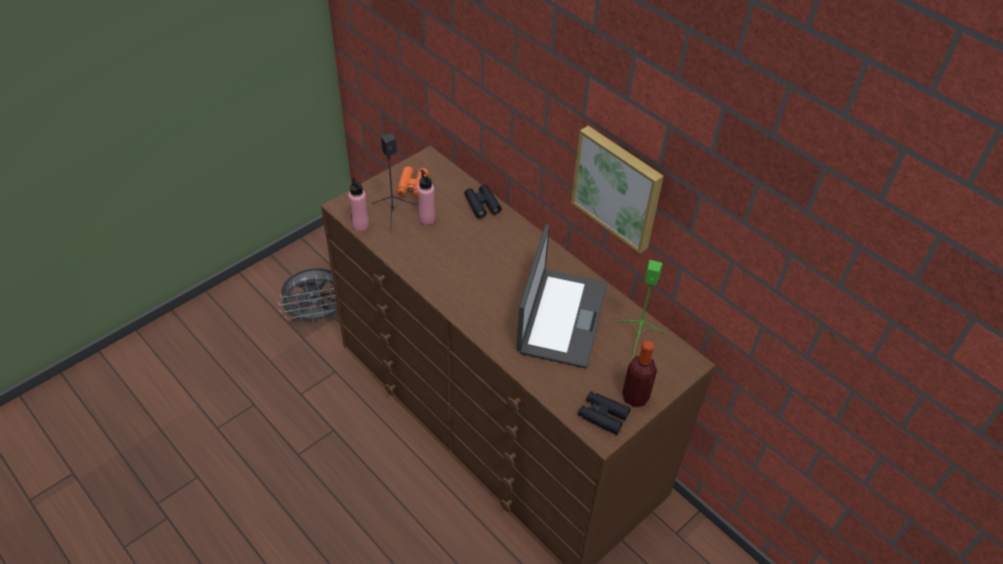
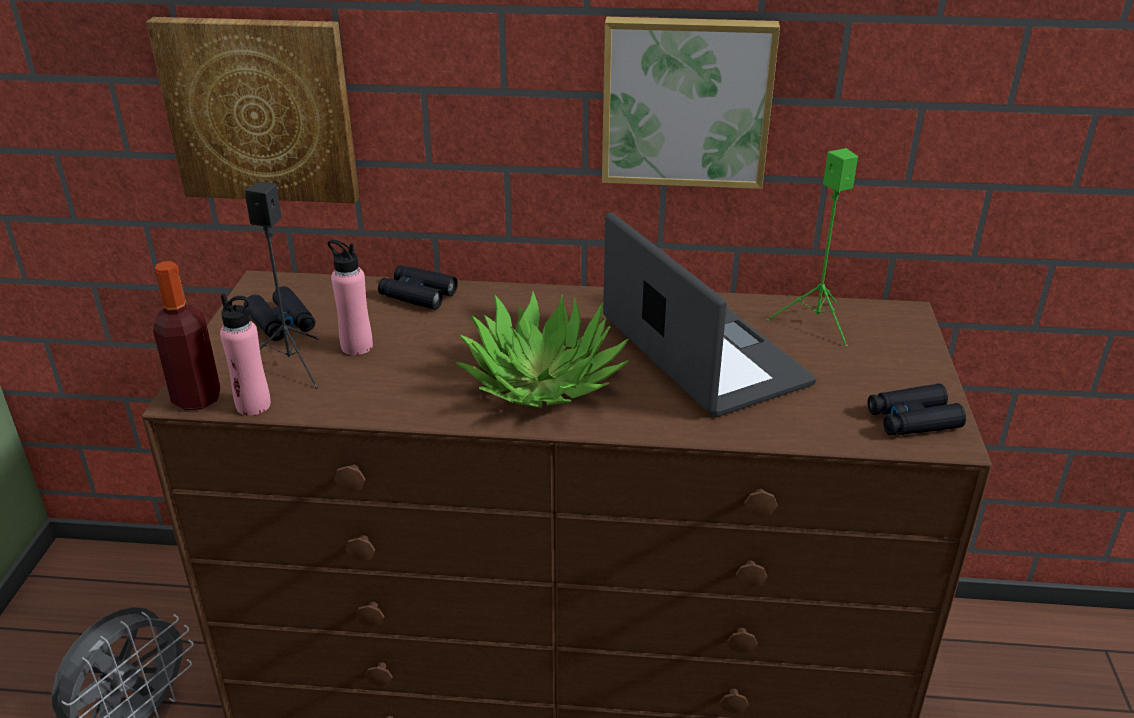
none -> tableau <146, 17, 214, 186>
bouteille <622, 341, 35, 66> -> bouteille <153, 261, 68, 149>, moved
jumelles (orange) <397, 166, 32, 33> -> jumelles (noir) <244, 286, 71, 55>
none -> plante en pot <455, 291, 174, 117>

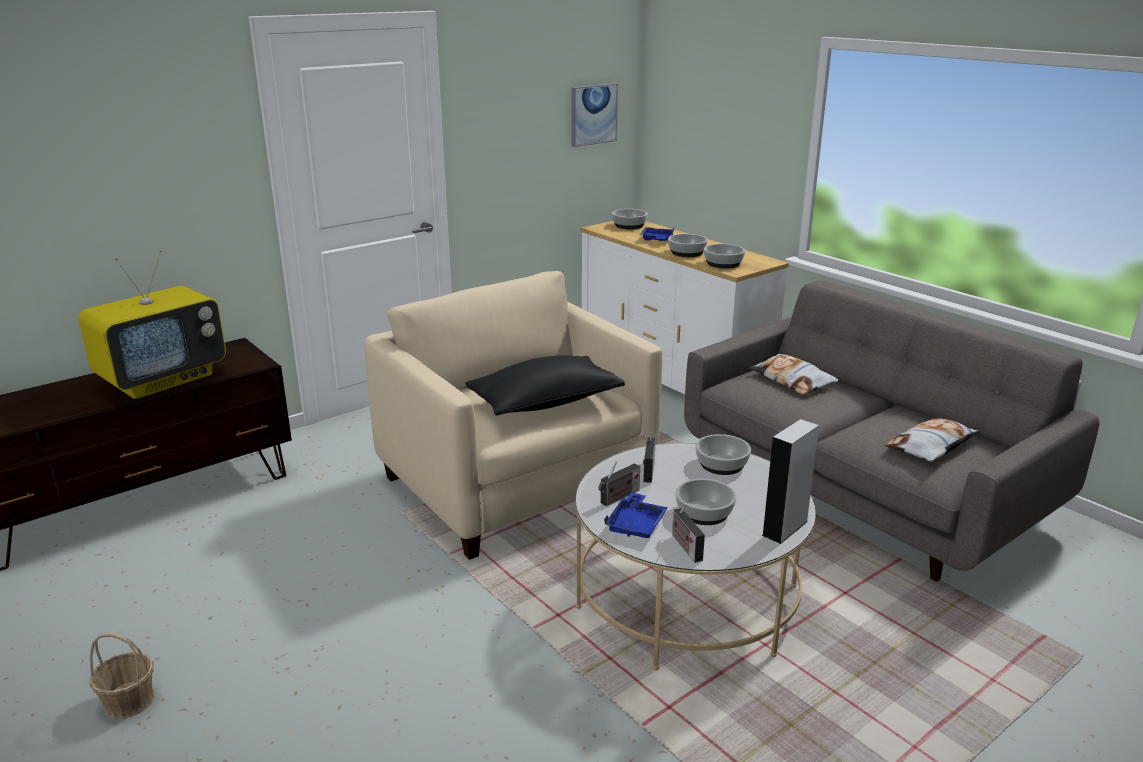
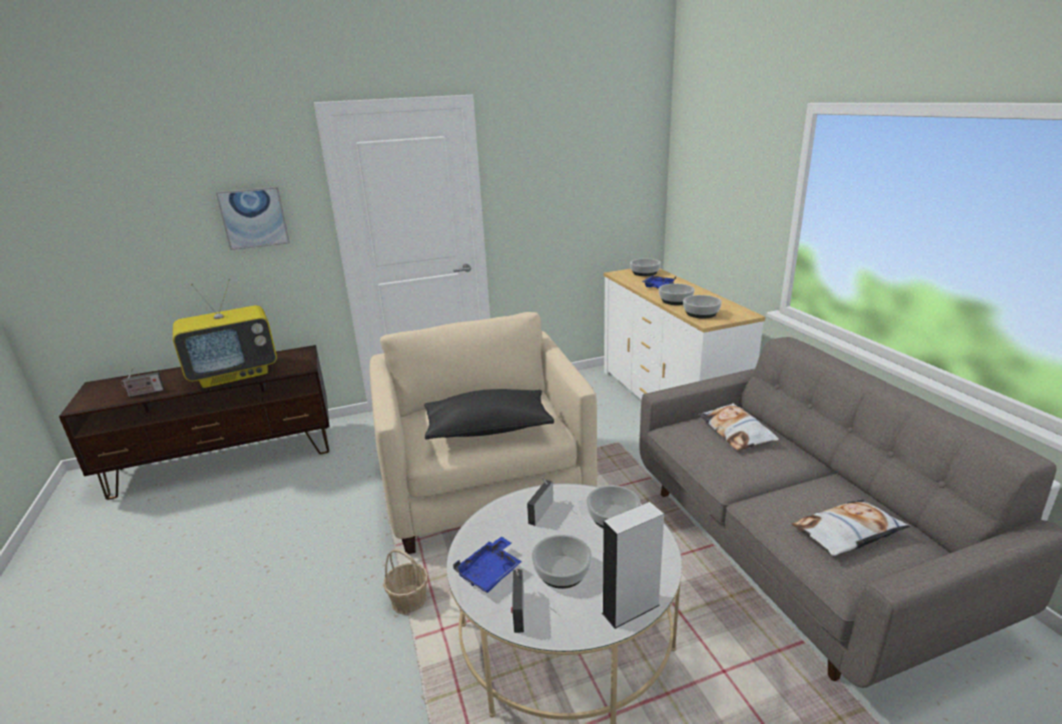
radio <599, 461, 41, 45> -> radio <120, 368, 44, 29>, moved
tableau <571, 83, 47, 64> -> tableau <216, 187, 74, 63>, moved
panier <89, 632, 66, 87> -> panier <383, 549, 45, 66>, moved

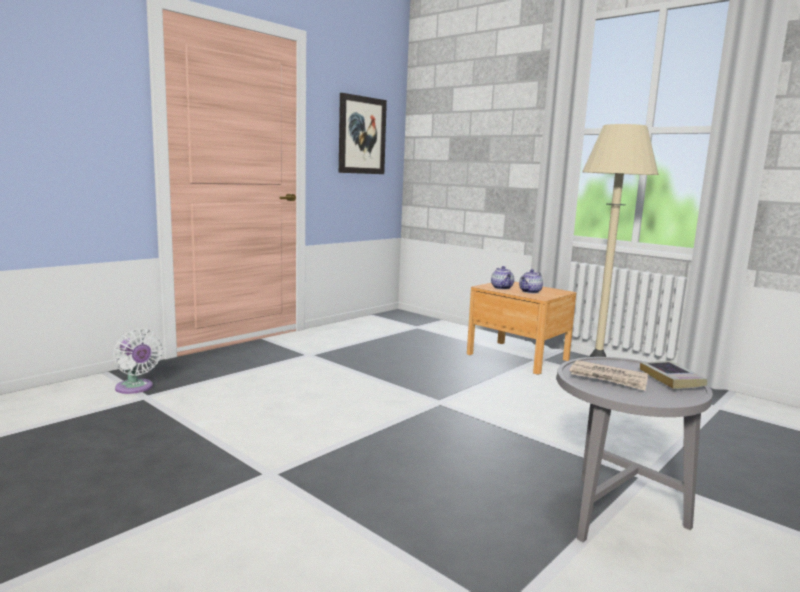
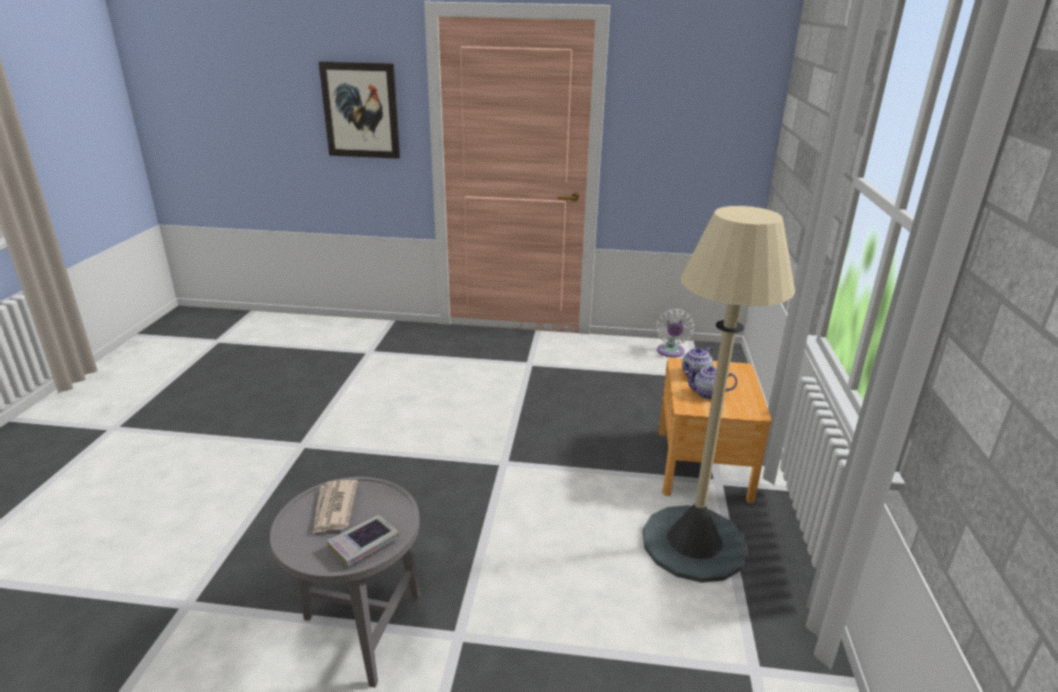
tableau <339, 93, 48, 81> -> tableau <319, 61, 81, 98>, moved
ventilateur (blanc) <113, 328, 50, 66> -> ventilateur (blanc) <656, 309, 39, 49>, moved

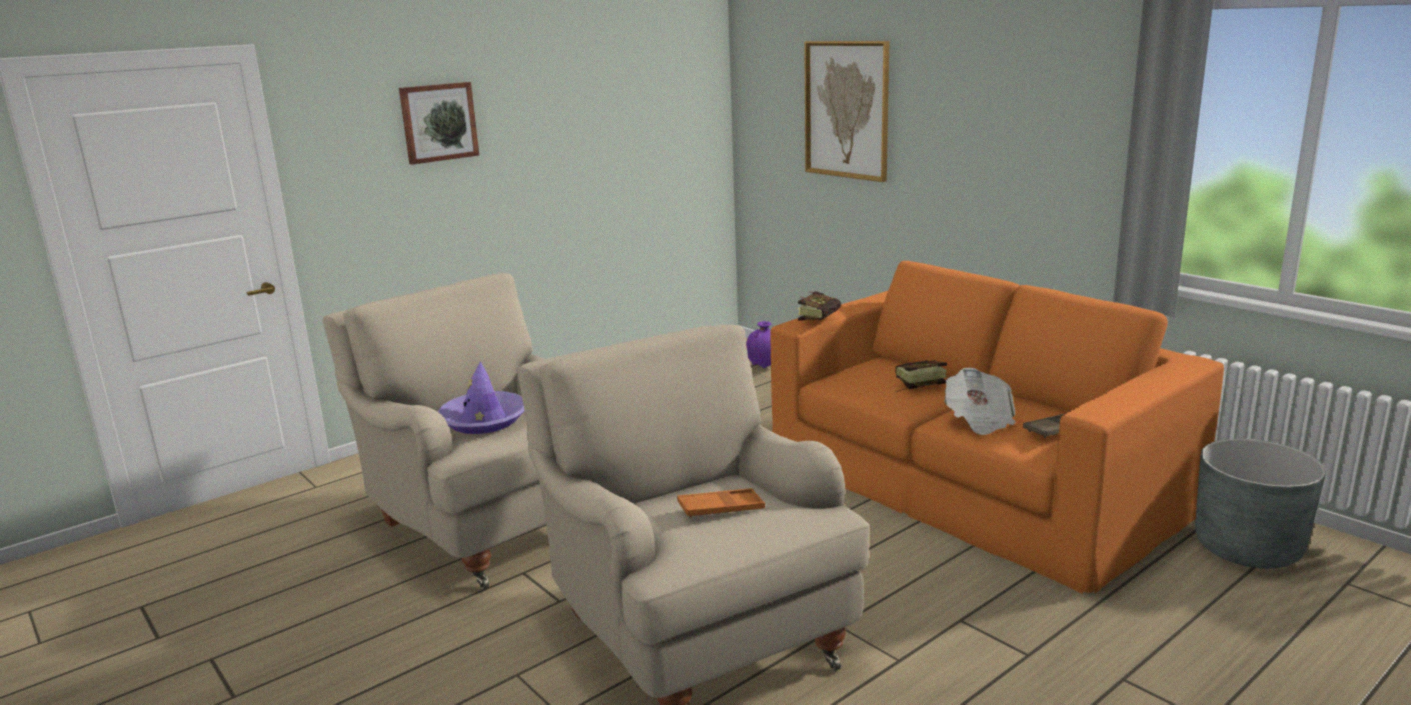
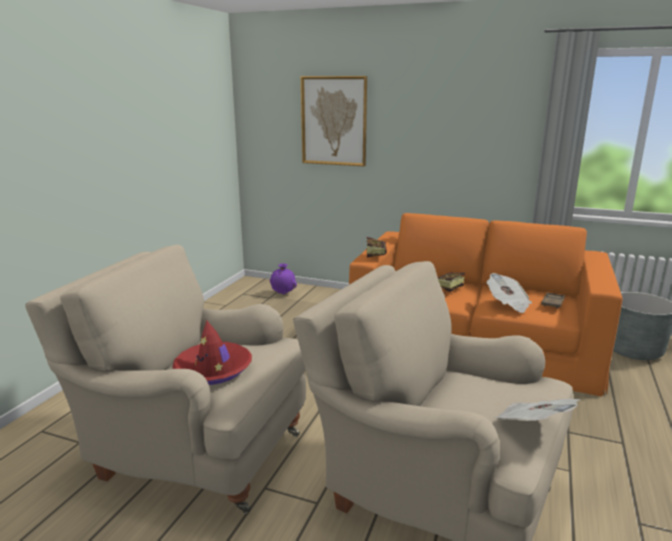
chapeau (violet) <438, 361, 87, 73> -> chapeau (rouge) <172, 320, 80, 65>
none -> journal <494, 399, 86, 22>
tableau <399, 82, 80, 83> -> none
plateau (orange) <677, 488, 88, 30> -> none

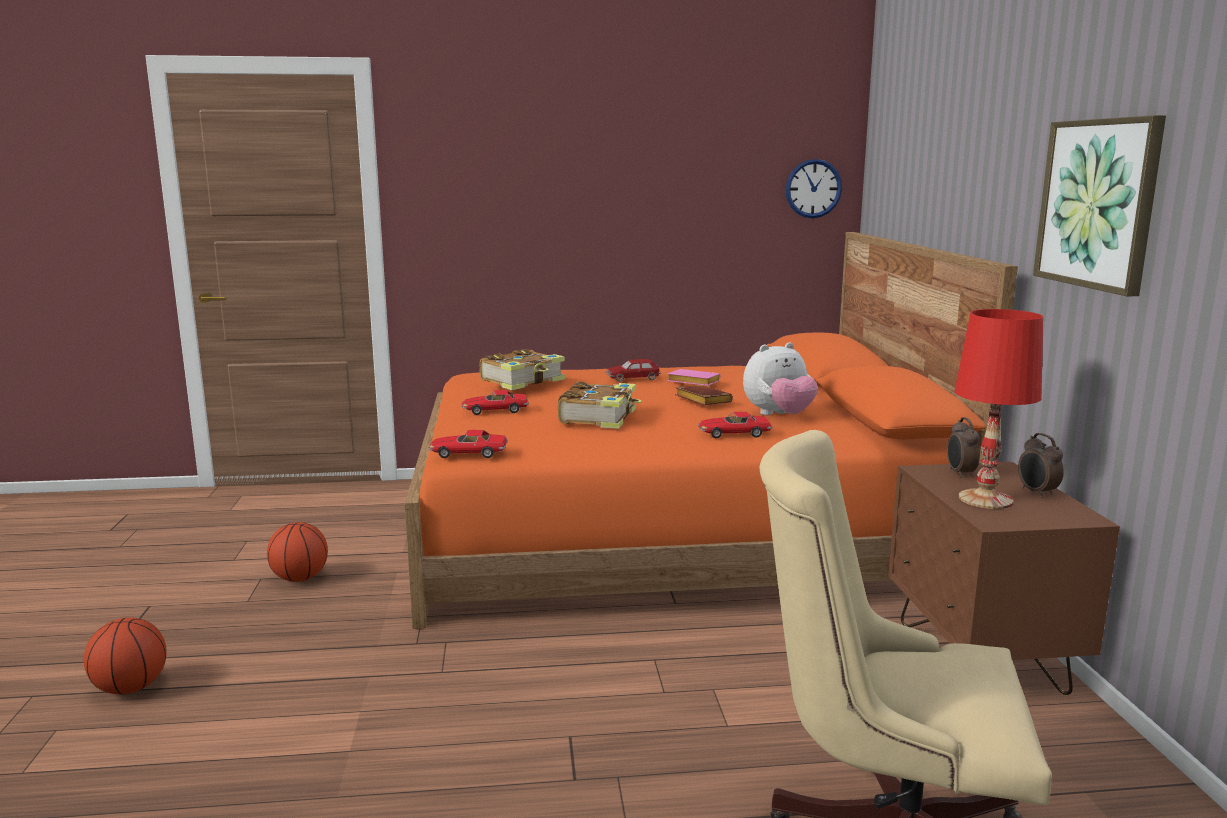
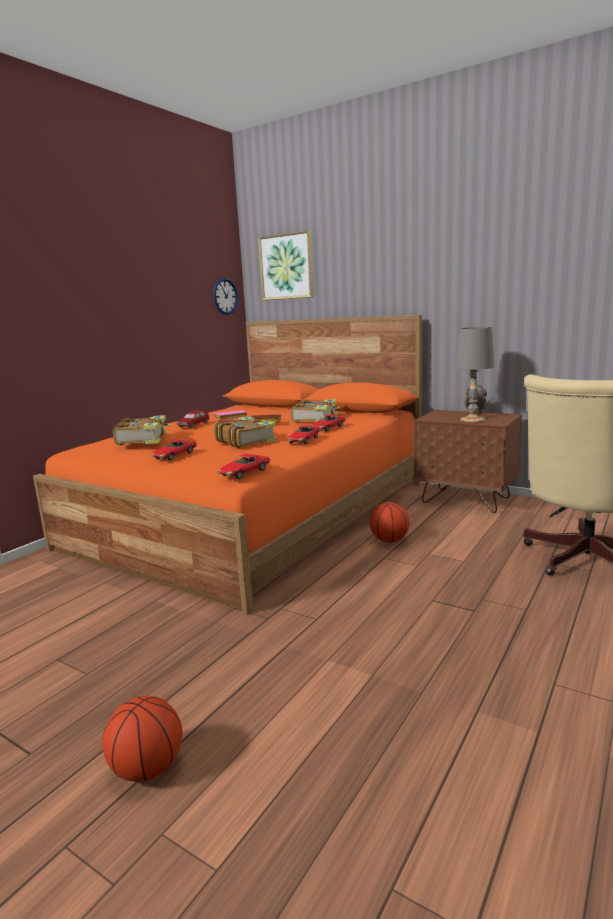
tableau <1033, 115, 133, 181> -> tableau <258, 230, 56, 70>, moved
none -> petite voiture <288, 425, 32, 19>
peluche <743, 342, 75, 73> -> livre <291, 399, 49, 23>
ballon de basket <267, 522, 61, 60> -> ballon de basket <370, 502, 40, 41>, moved
lampe de table (rouge) <954, 309, 89, 200> -> lampe de table (gris) <454, 327, 40, 95>
réveil <947, 417, 33, 61> -> none

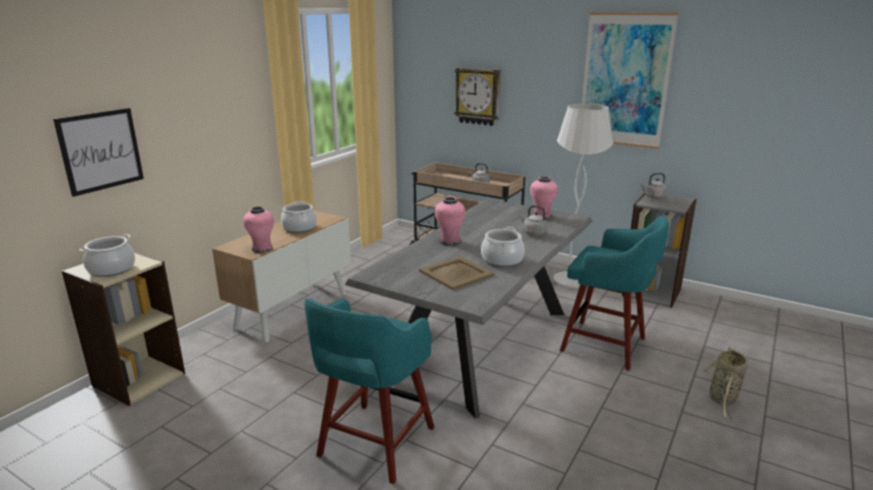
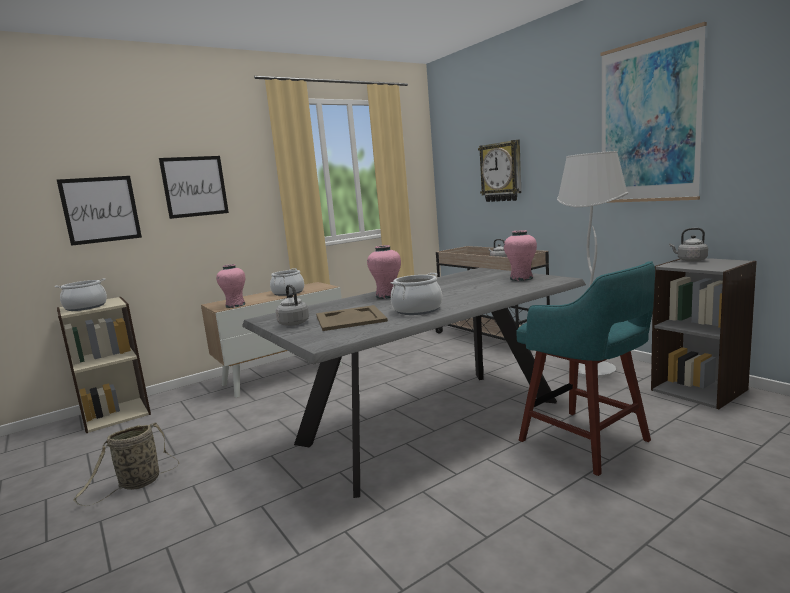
panier <703, 347, 45, 76> -> panier <73, 423, 107, 83>, moved
none -> tableau <159, 156, 70, 63>
bouilloire (gris) <520, 205, 27, 31> -> bouilloire (gris) <276, 285, 33, 41>, moved
tabouret (turquoise) <304, 298, 130, 186> -> none

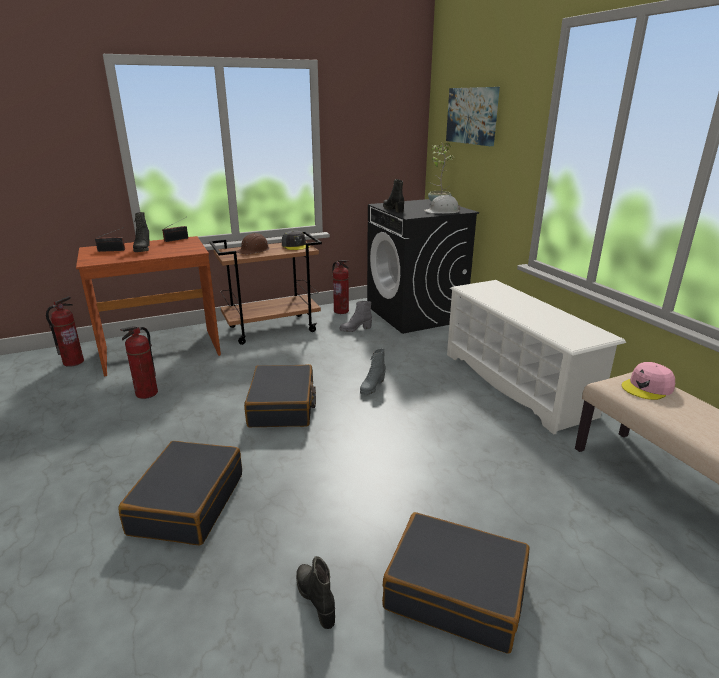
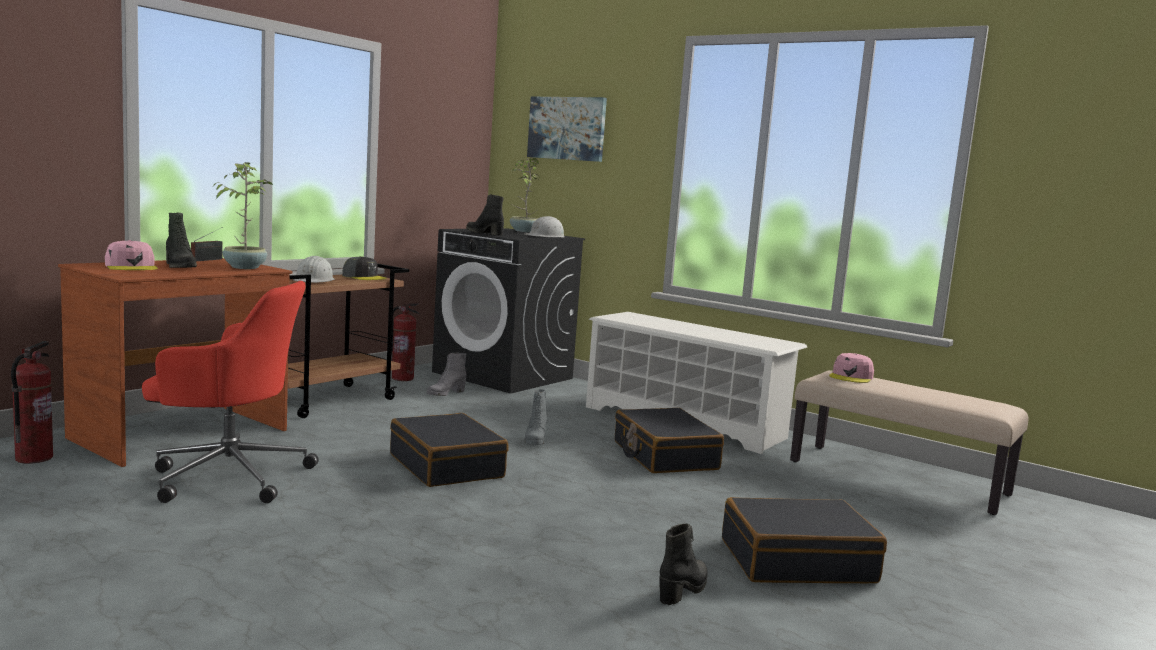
radio <95, 227, 30, 25> -> casquette (rose) <105, 240, 53, 30>
extincteur <120, 326, 38, 73> -> chaise de bureau (rouge) <142, 281, 177, 222>
none -> plante en pot <213, 162, 60, 107>
casque de chantier (marron) <236, 233, 33, 21> -> casque de chantier (blanc) <293, 256, 41, 27>
valise (noir) <118, 441, 124, 104> -> valise (noir) <615, 408, 109, 65>, moved
botte (noir) <296, 556, 39, 73> -> botte (noir) <659, 523, 49, 82>, 90 degrees clockwise

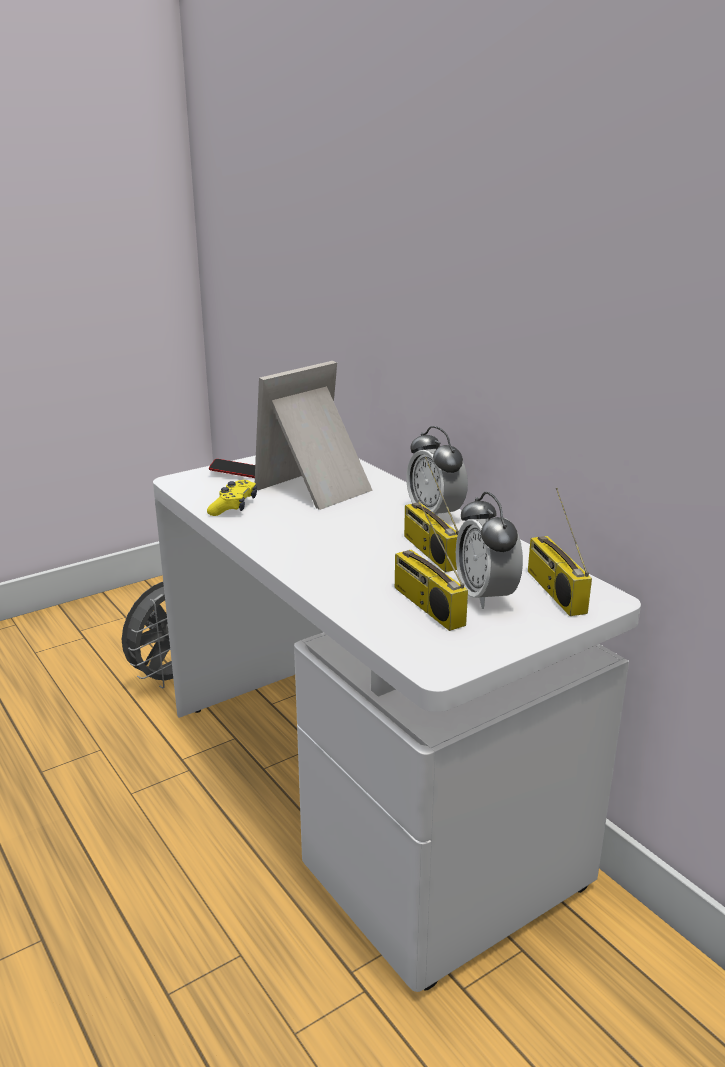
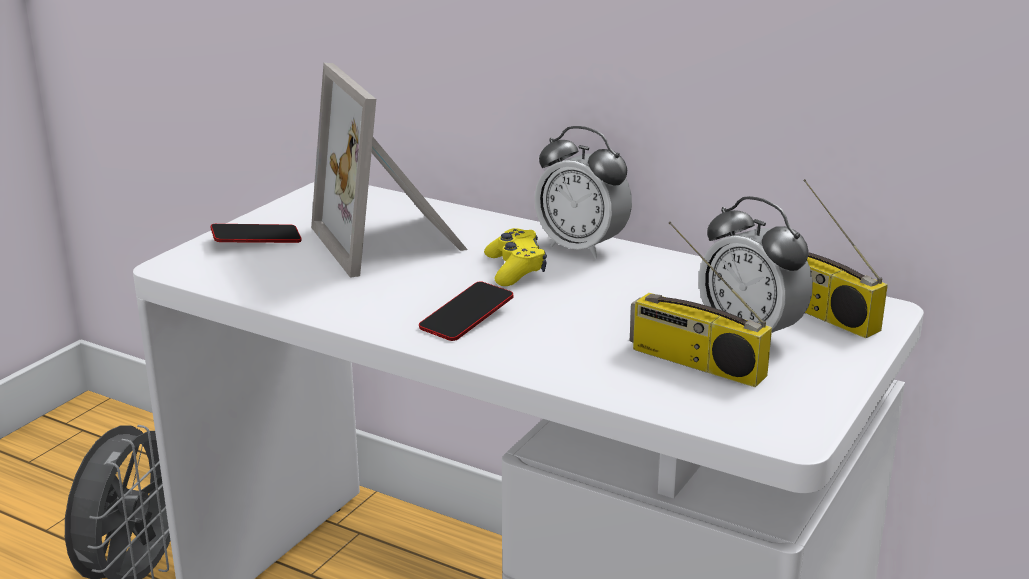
cadre photo <255, 361, 118, 149> -> cadre photo <311, 63, 157, 215>, 45 degrees counterclockwise
none -> téléphone <419, 281, 95, 60>
manette (jaune) <207, 480, 50, 36> -> manette (jaune) <484, 228, 63, 58>, moved
radio <404, 457, 55, 115> -> none

